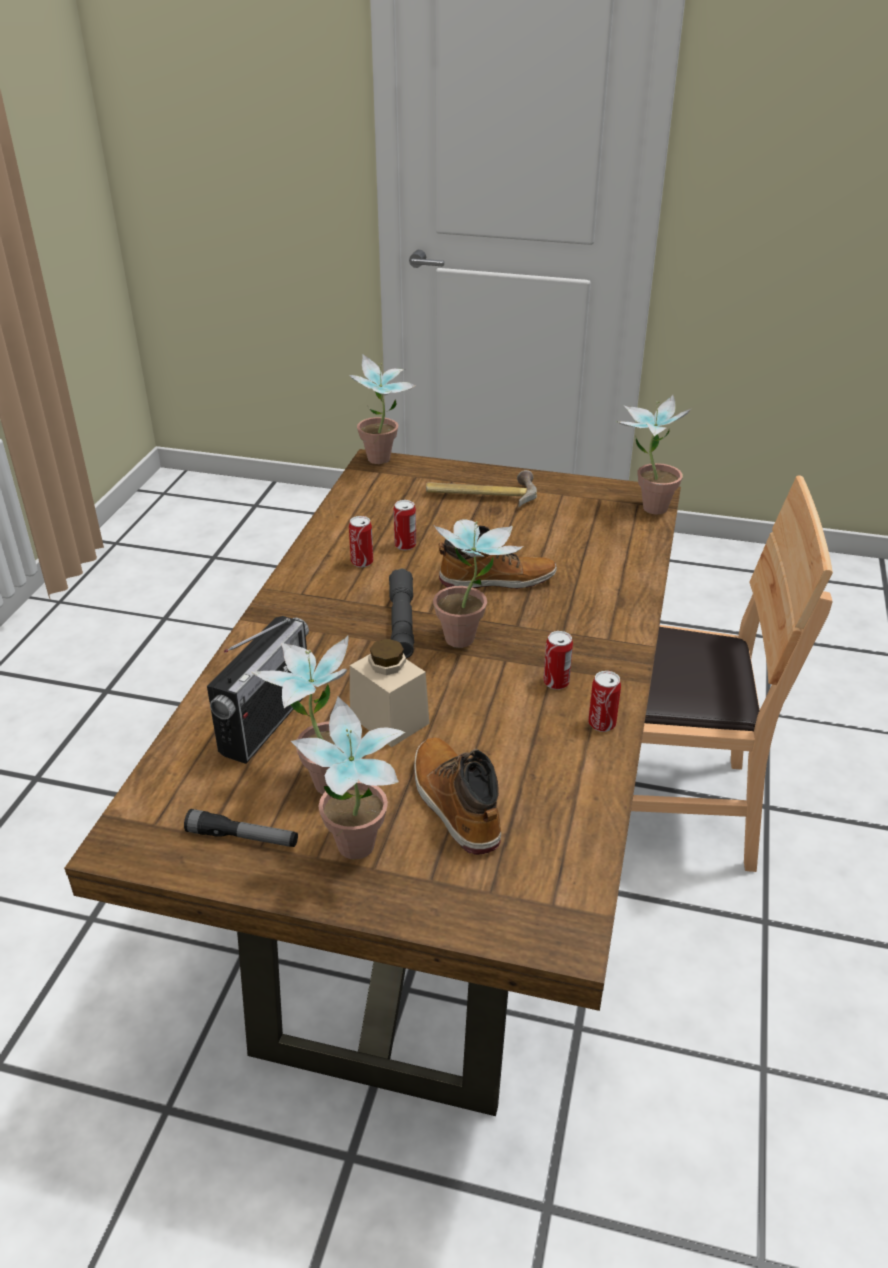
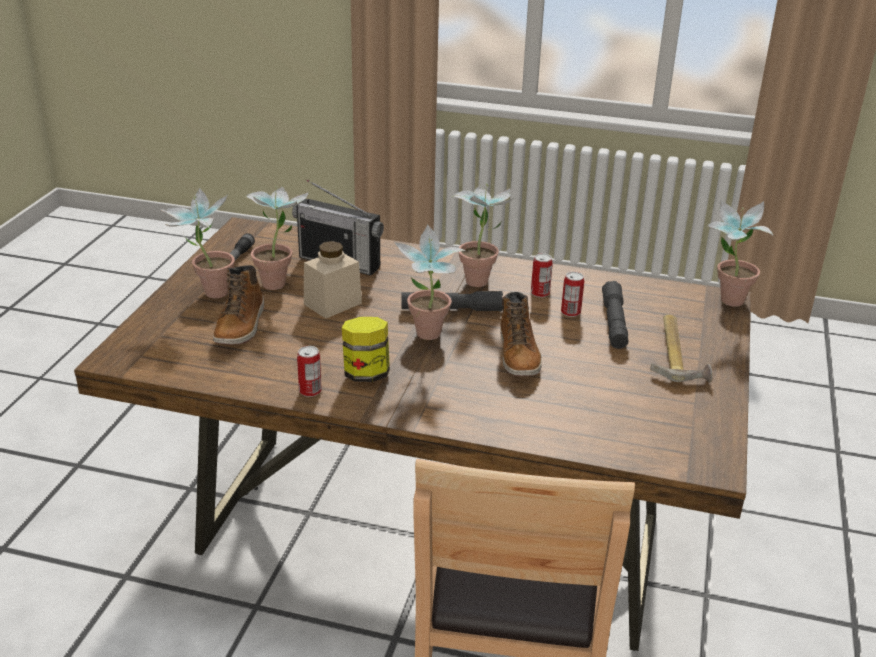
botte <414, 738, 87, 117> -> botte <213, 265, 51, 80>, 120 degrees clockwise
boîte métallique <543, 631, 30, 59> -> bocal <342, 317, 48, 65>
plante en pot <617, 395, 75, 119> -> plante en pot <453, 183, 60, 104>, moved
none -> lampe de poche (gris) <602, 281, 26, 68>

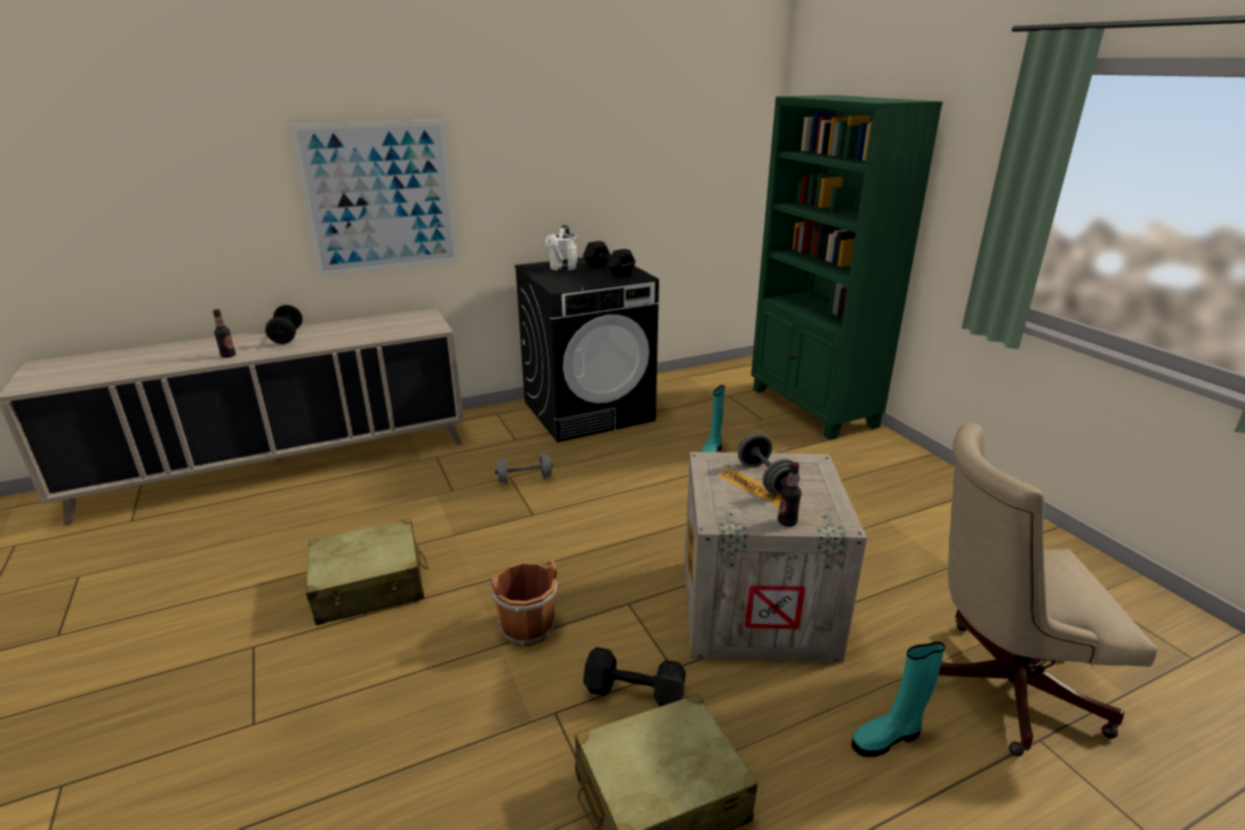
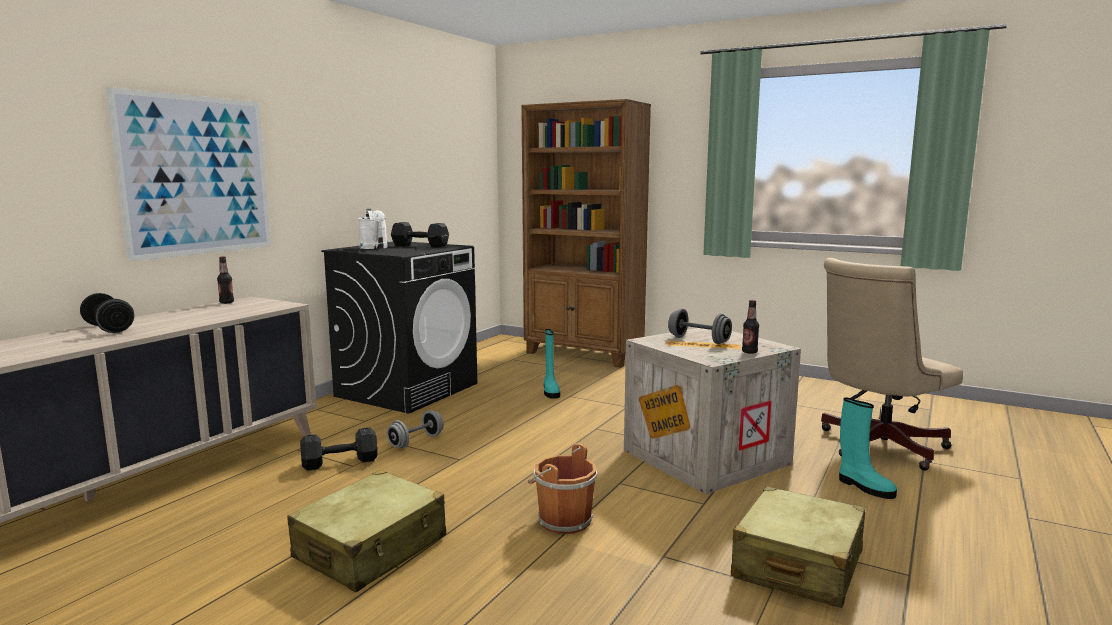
bouteille <213, 309, 23, 49> -> bouteille <217, 256, 17, 48>, moved
haltère (noir) <583, 647, 103, 60> -> haltère (noir) <300, 427, 78, 44>, moved
bibliothèque (vert) <751, 95, 192, 345> -> bibliothèque (marron) <521, 99, 130, 269>
botte (turquoise) <851, 642, 94, 115> -> botte (turquoise) <839, 398, 58, 101>, 75 degrees counterclockwise

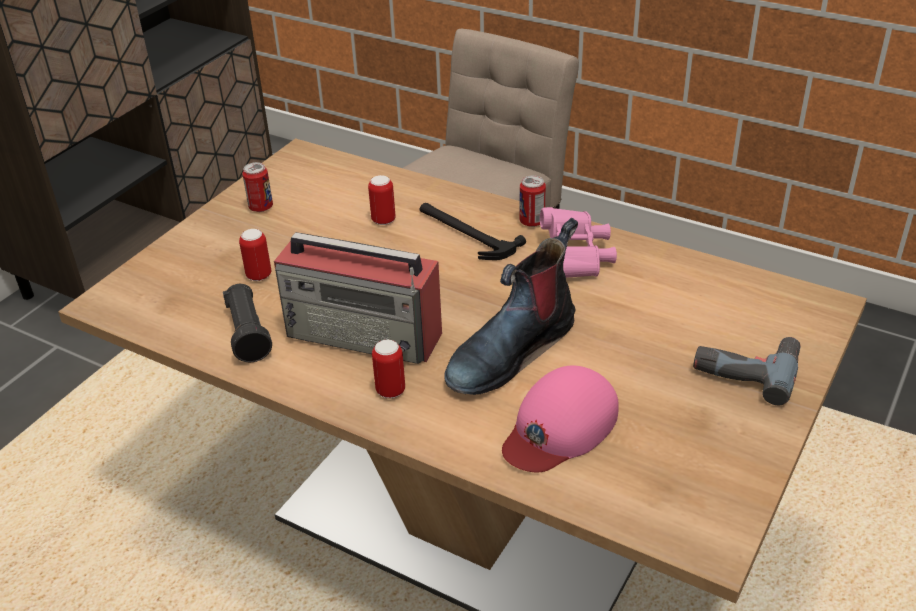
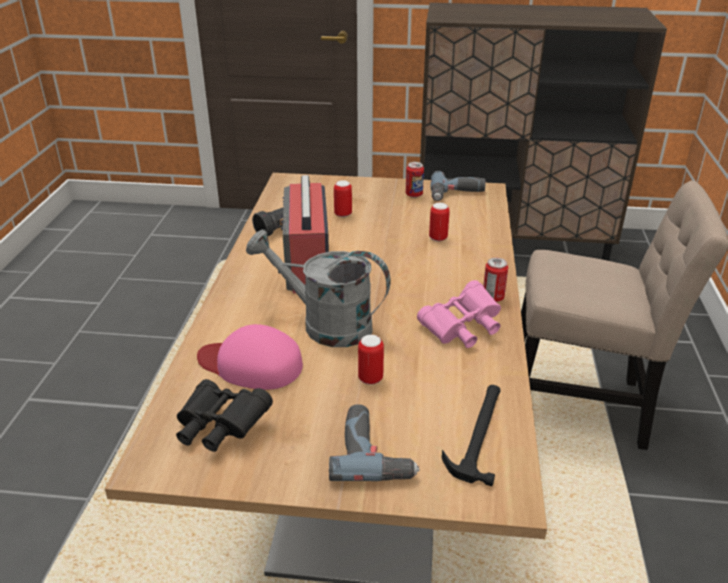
none -> jumelles (noir) <176, 379, 97, 73>
botte <444, 218, 134, 177> -> arrosoir (gris) <246, 229, 145, 118>
boîte métallique <372, 339, 33, 59> -> boîte métallique <358, 335, 26, 50>, moved
none -> perceuse <431, 171, 55, 30>
marteau <419, 203, 107, 57> -> marteau <441, 385, 60, 101>, moved

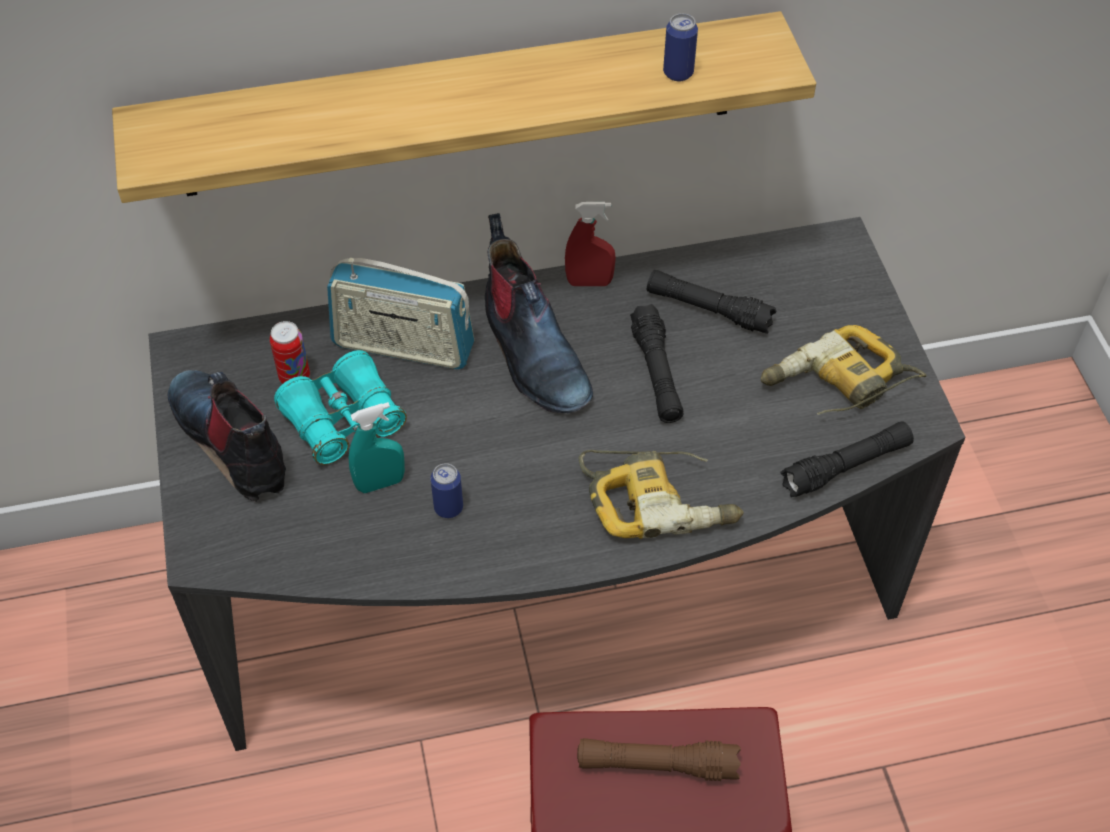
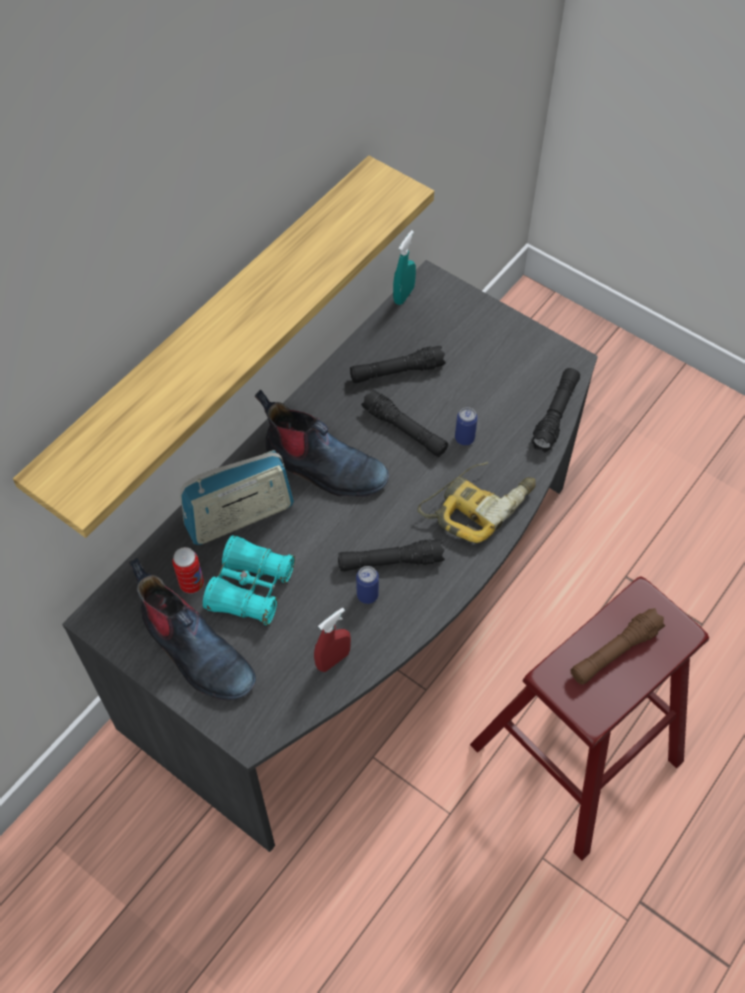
botte <167, 370, 119, 131> -> botte <129, 558, 127, 142>, 150 degrees counterclockwise
vaporisateur (rouge) <565, 202, 51, 84> -> vaporisateur (rouge) <314, 607, 37, 65>, moved
none -> lampe de poche (noir) <338, 539, 107, 32>
vaporisateur (turquoise) <349, 402, 56, 91> -> vaporisateur (turquoise) <393, 230, 23, 75>, moved
boîte métallique <663, 13, 35, 68> -> boîte métallique <455, 407, 23, 38>, moved
perceuse <761, 325, 166, 90> -> none

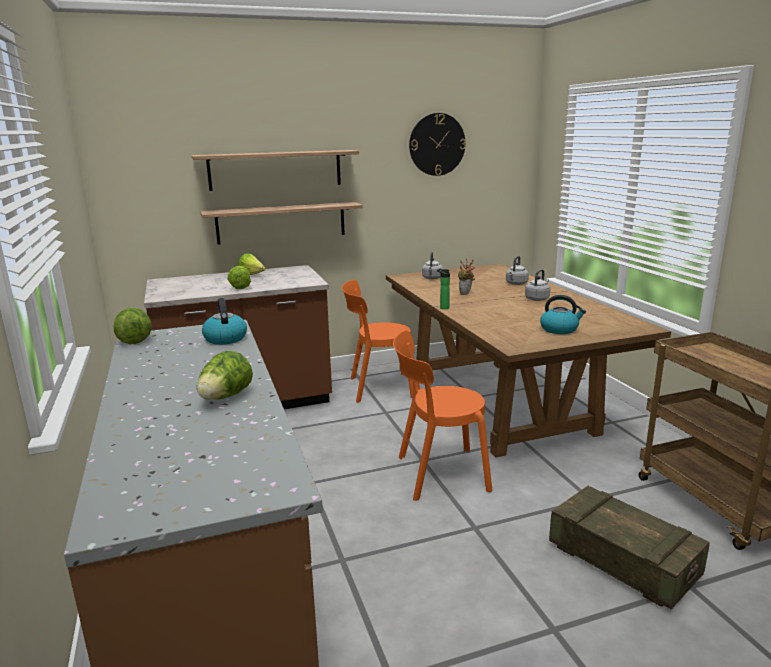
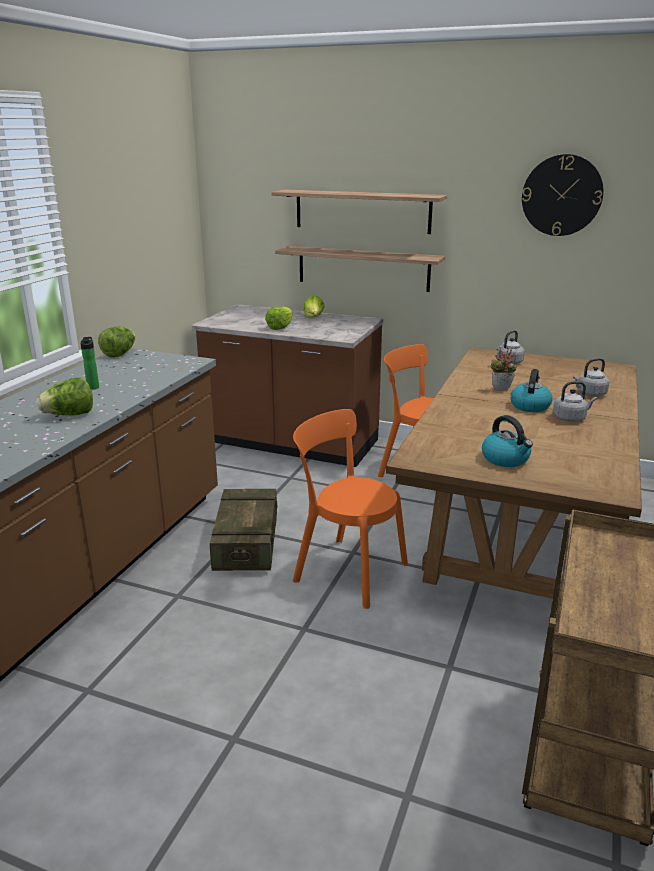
bouteille <437, 269, 13, 40> -> bouteille <80, 337, 19, 53>, moved
caisse <549, 486, 161, 123> -> caisse <210, 489, 67, 82>, moved
bouilloire <202, 298, 45, 47> -> bouilloire <511, 369, 42, 43>, moved

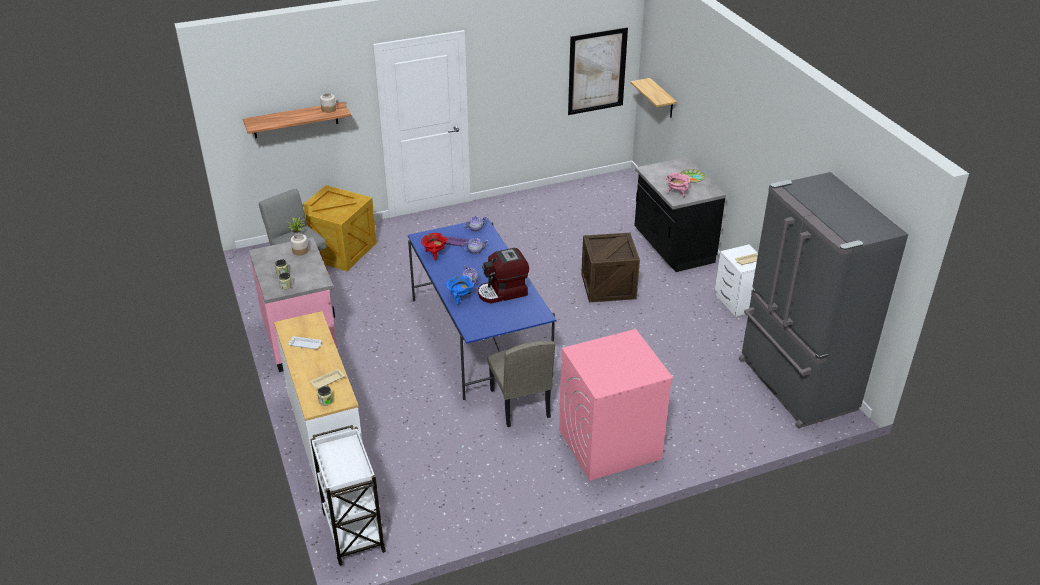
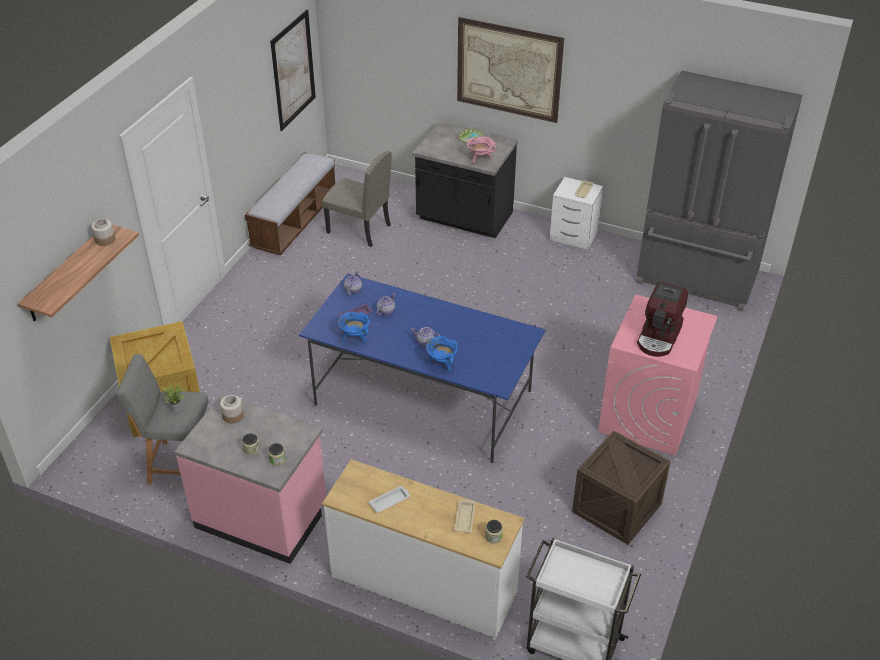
none -> banc <245, 152, 90, 103>
chaise (beige) <488, 341, 67, 86> -> chaise (beige) <322, 151, 69, 96>, moved
marmite (rouge) <421, 233, 27, 28> -> marmite (bleu) <338, 311, 32, 32>
none -> tableau <457, 17, 107, 106>
caisse <581, 233, 59, 69> -> caisse <572, 430, 99, 115>, moved
machine à café <478, 248, 51, 56> -> machine à café <637, 282, 51, 75>, moved
étagère <630, 78, 47, 40> -> none

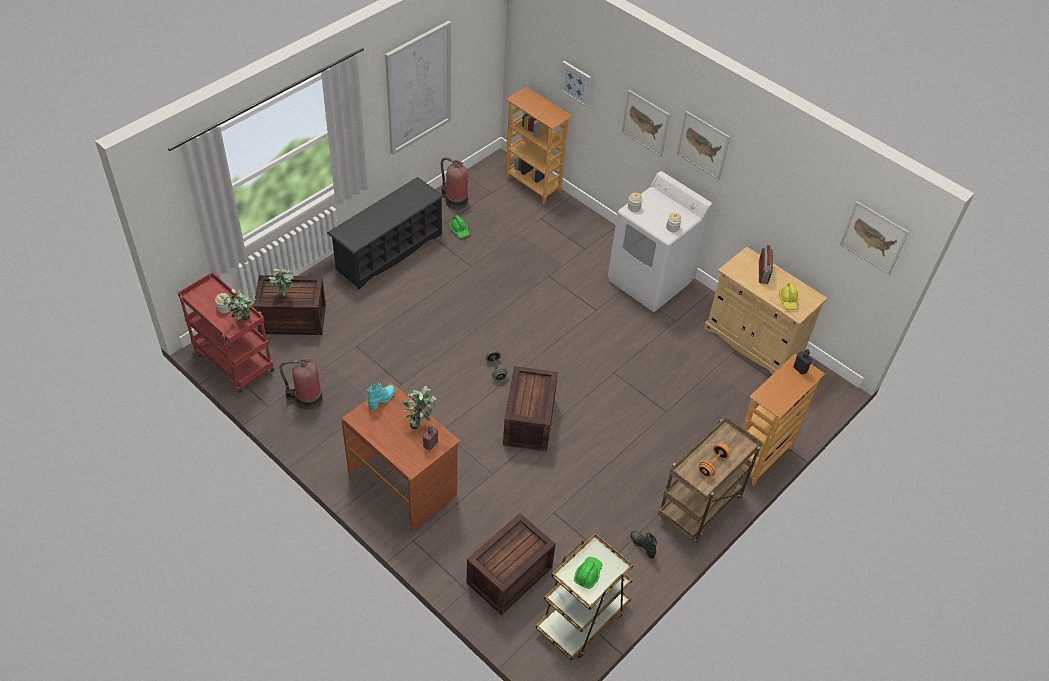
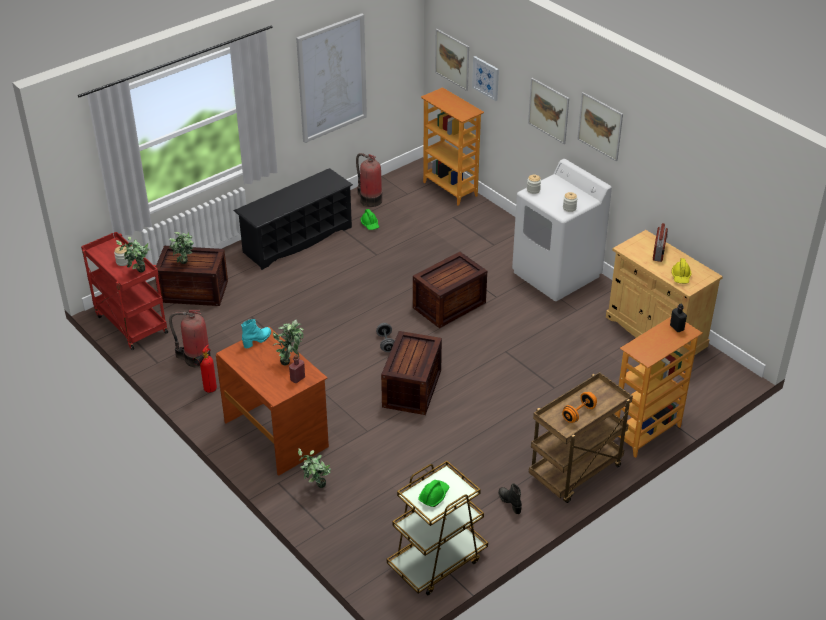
none -> extincteur <193, 345, 24, 48>
none -> plante en pot <298, 448, 33, 40>
caisse <467, 513, 89, 102> -> caisse <413, 252, 74, 76>, moved
tableau <840, 201, 69, 74> -> tableau <435, 29, 34, 62>, moved

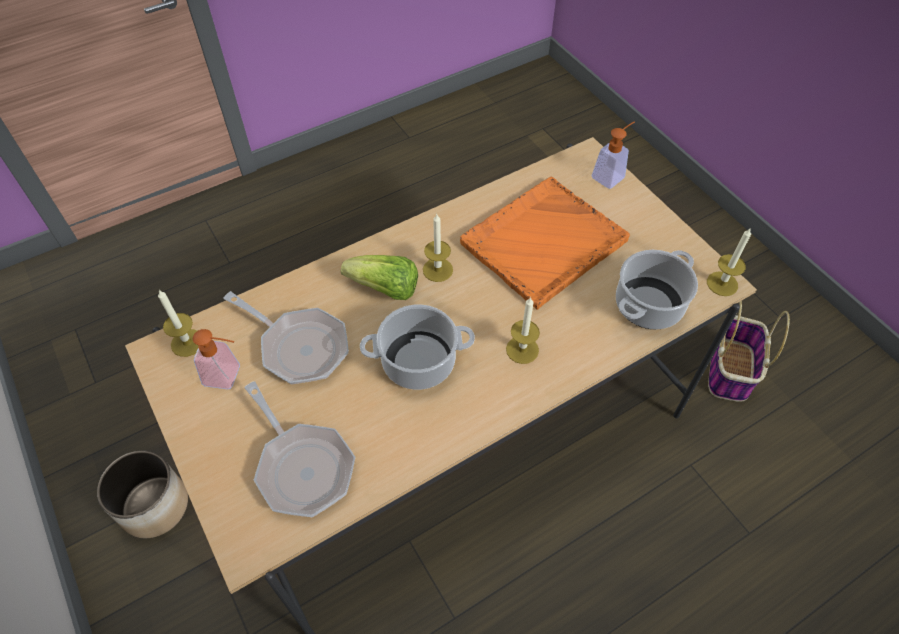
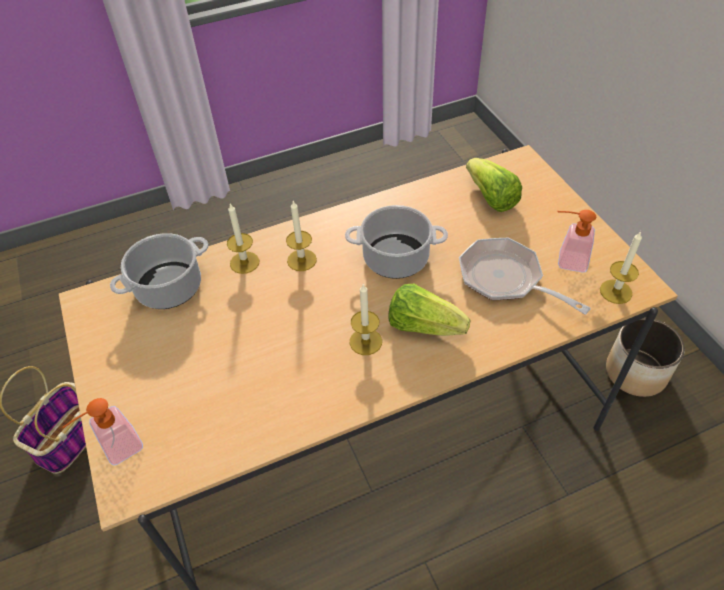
bougie <707, 229, 44, 67> -> bougie <227, 203, 32, 71>, moved
poêle <244, 382, 111, 135> -> laitue <466, 158, 56, 54>
plateau (orange) <460, 177, 170, 133> -> none

